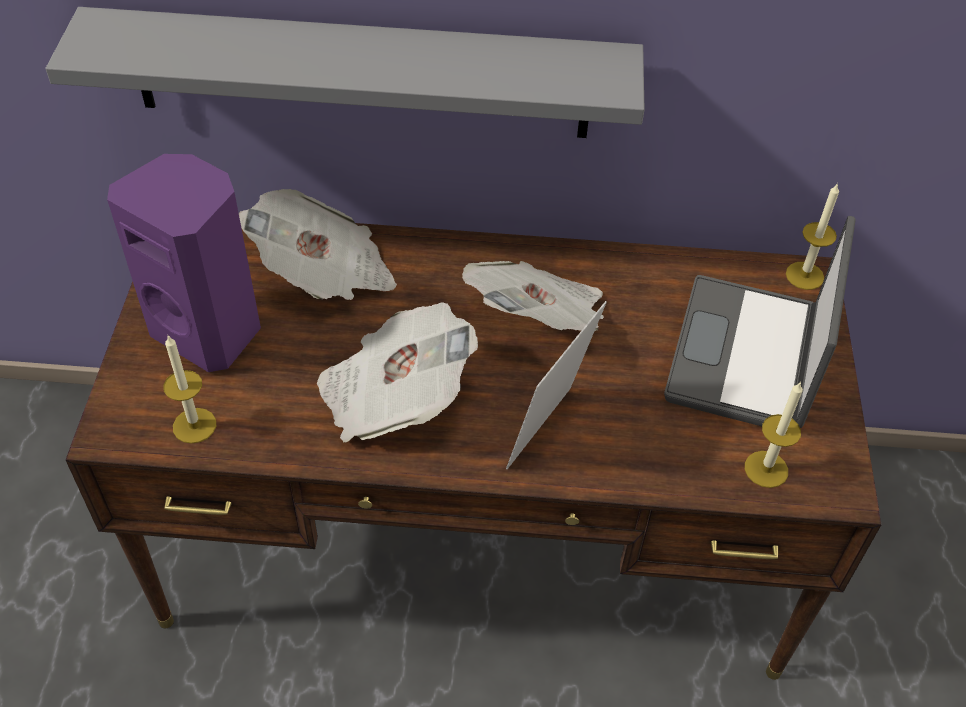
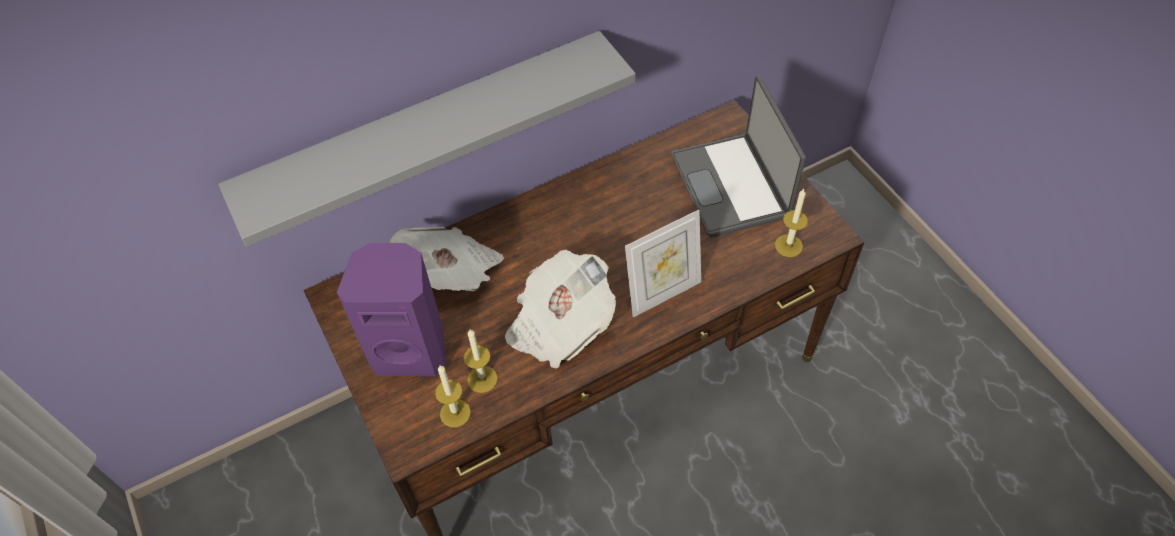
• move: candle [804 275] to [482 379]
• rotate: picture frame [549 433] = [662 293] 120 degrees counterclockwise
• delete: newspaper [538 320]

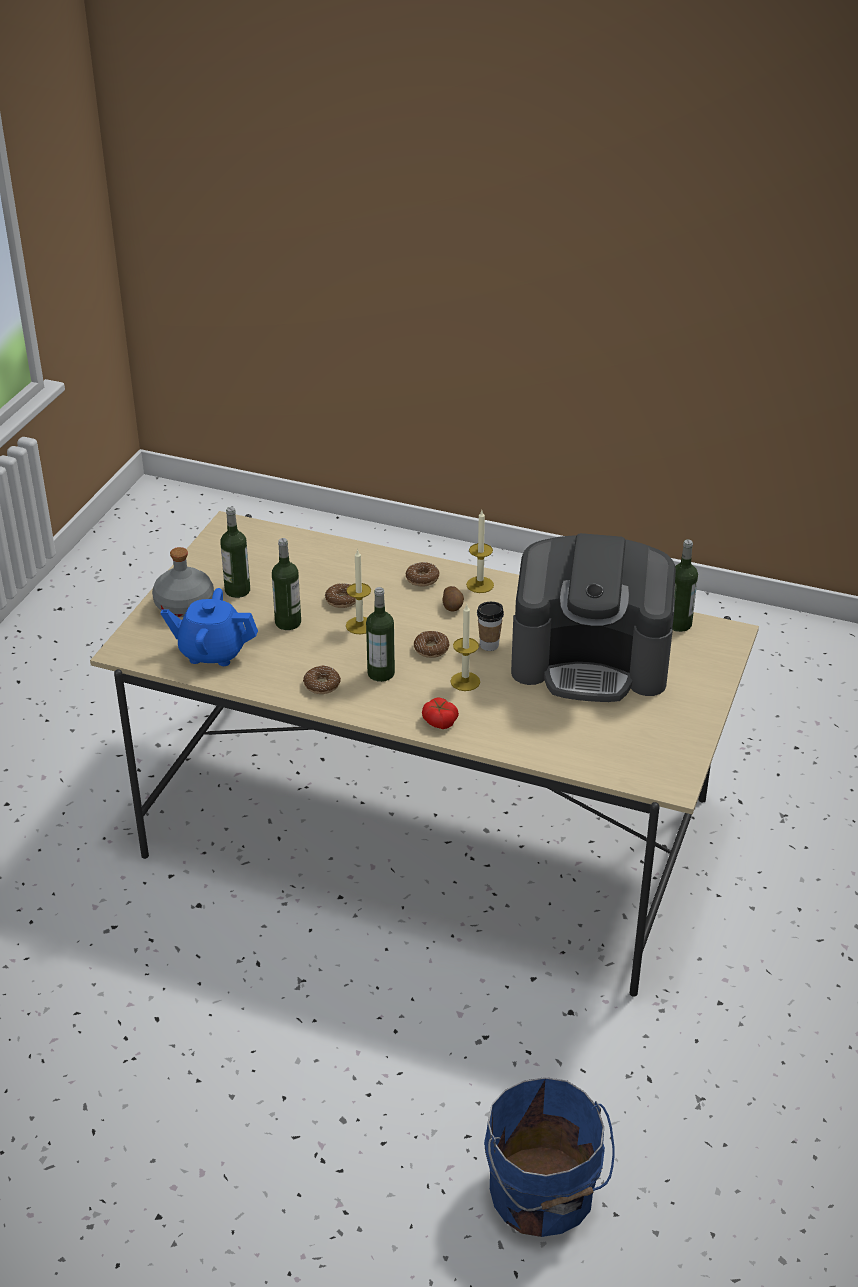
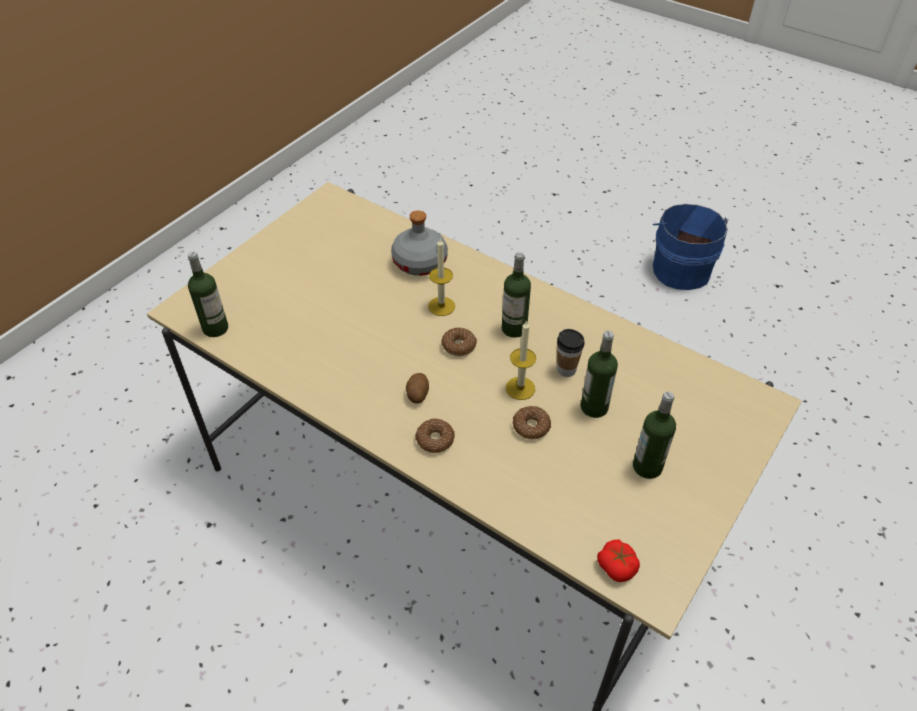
• move: bottle (grey) [184 605] to [420 262]
• move: cup [489 645] to [566 370]
• move: tomato [439 721] to [617 566]
• move: bucket (blue) [542 1195] to [680 269]
• delete: teapot (blue) [212 652]
• delete: donut [322 685]
• delete: candle [480 585]
• delete: coffee machine [591 660]

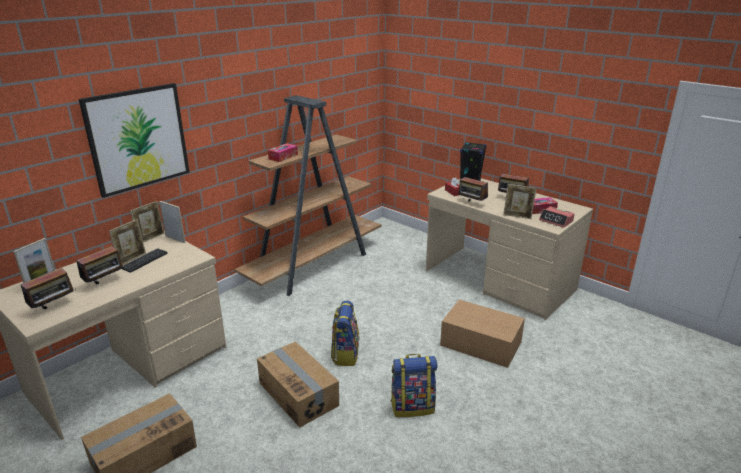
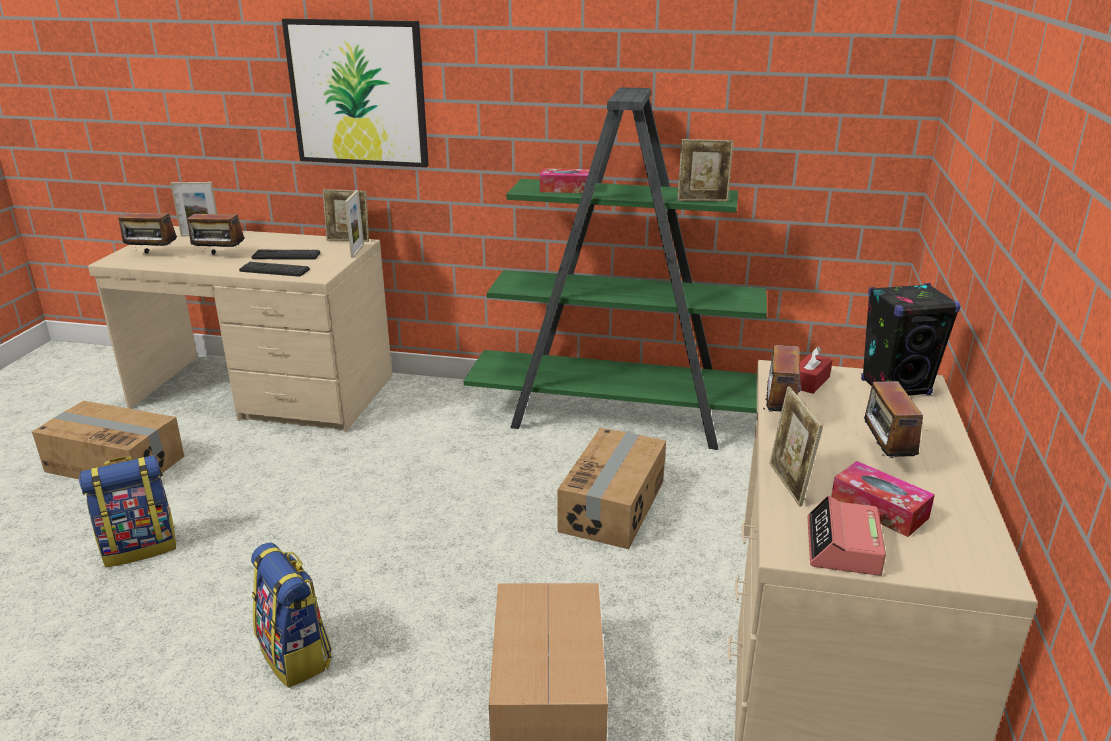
• move: backpack [345 354] to [140 547]
• insert: keyboard [274 270]
• recolor: bookcase (brown) [314 265] to bookcase (green) [622 417]
• move: cardboard box [299 394] to [613 506]
• move: picture frame [132 259] to [702 200]

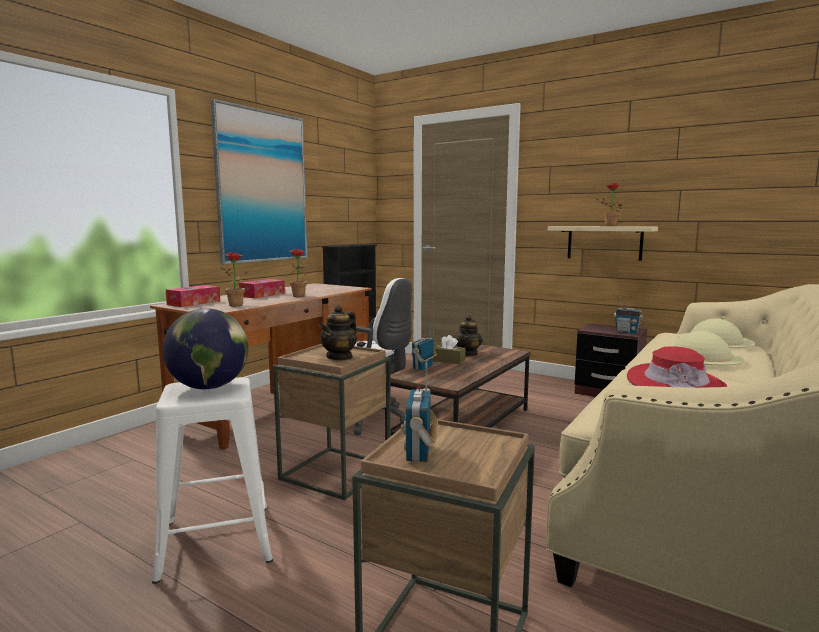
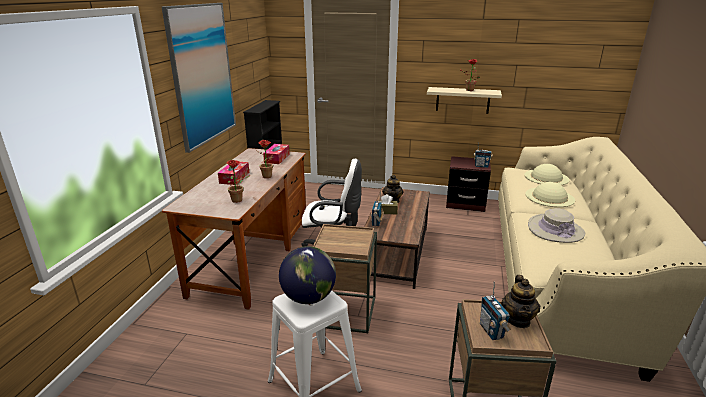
• move: tissue box [194 303] to [277 158]
• move: teapot [339 357] to [518 320]
• recolor: hat (red) [675 383] to hat (beige) [555 230]

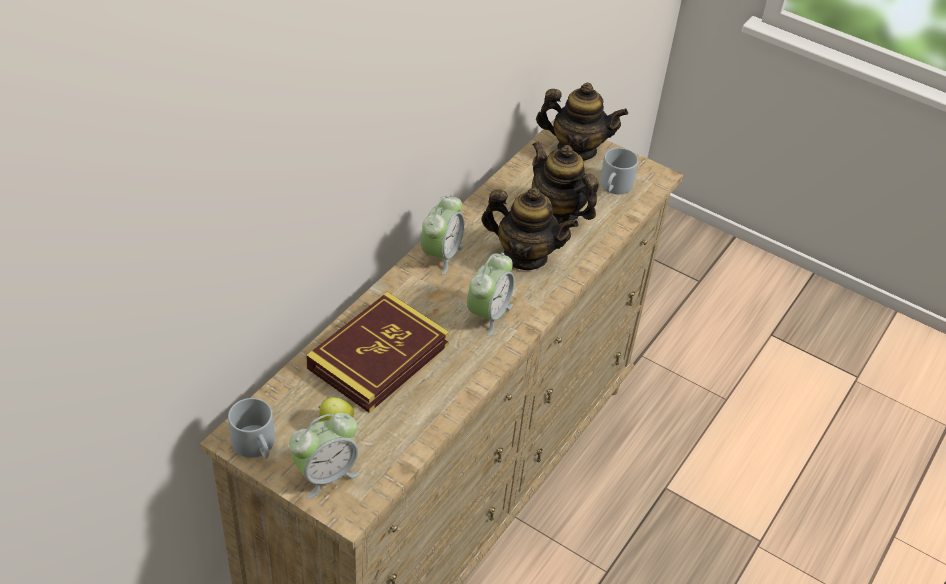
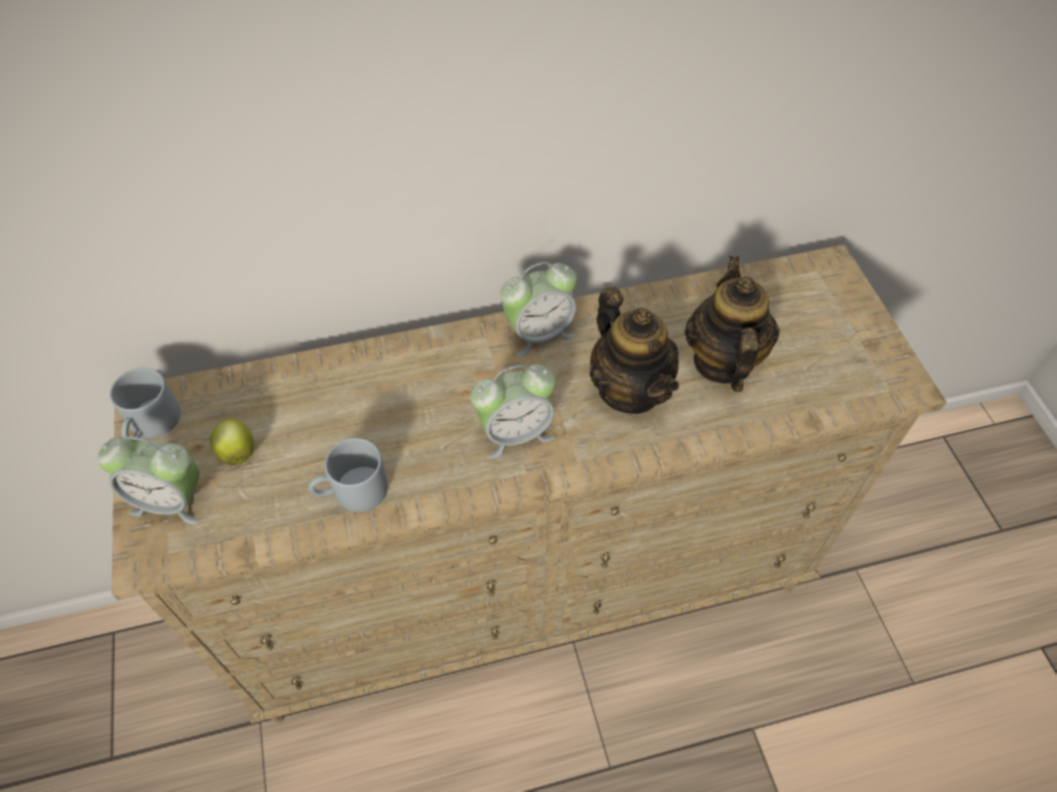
• move: mug (grey) [614 187] to [352 492]
• delete: book [378 356]
• delete: teapot [576 149]

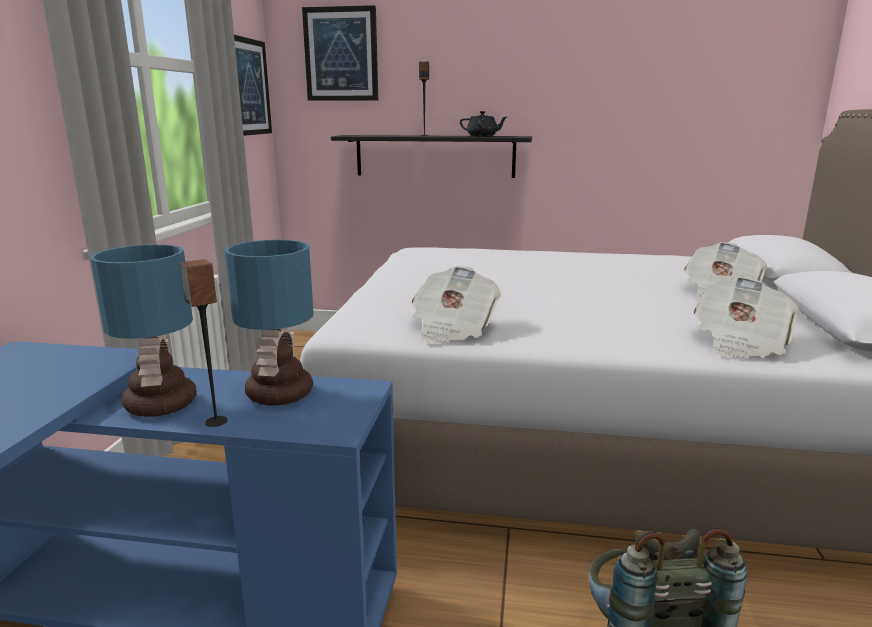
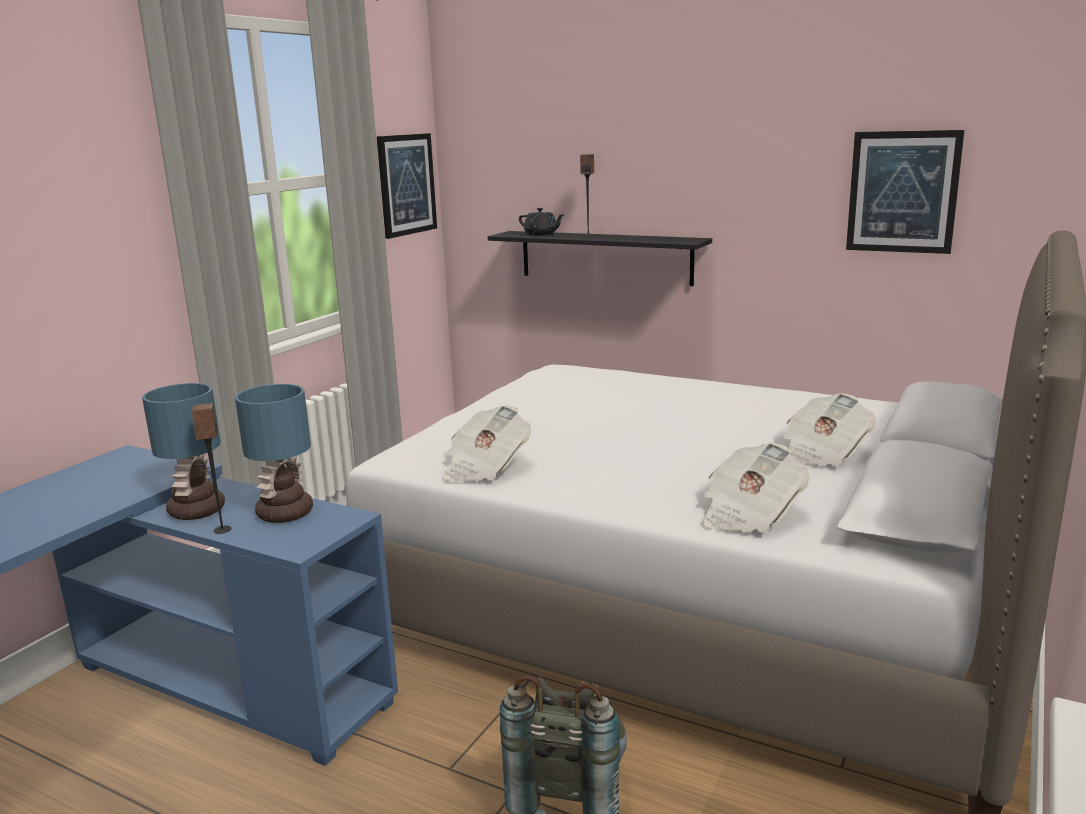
• move: teapot (black) [482 136] to [541 234]
• move: picture [341 54] to [903 192]

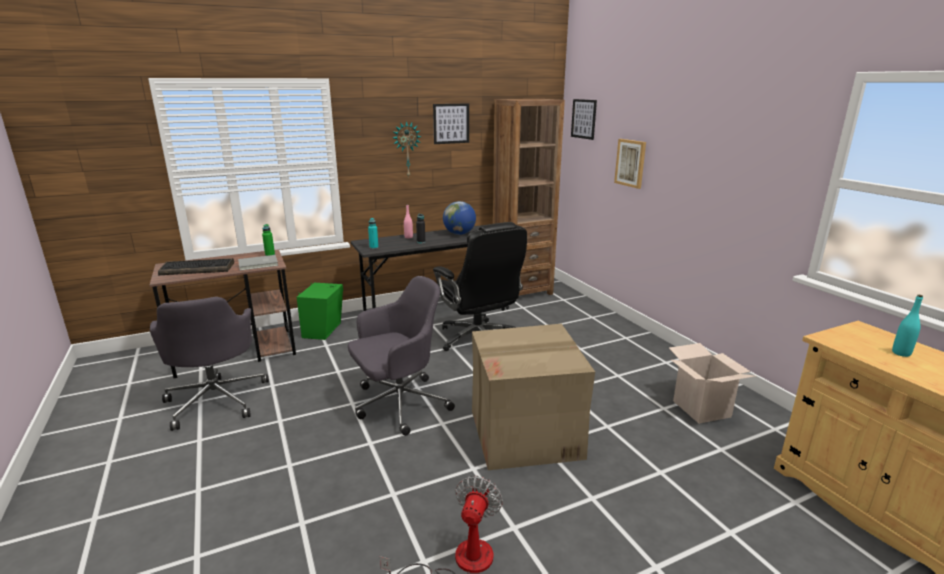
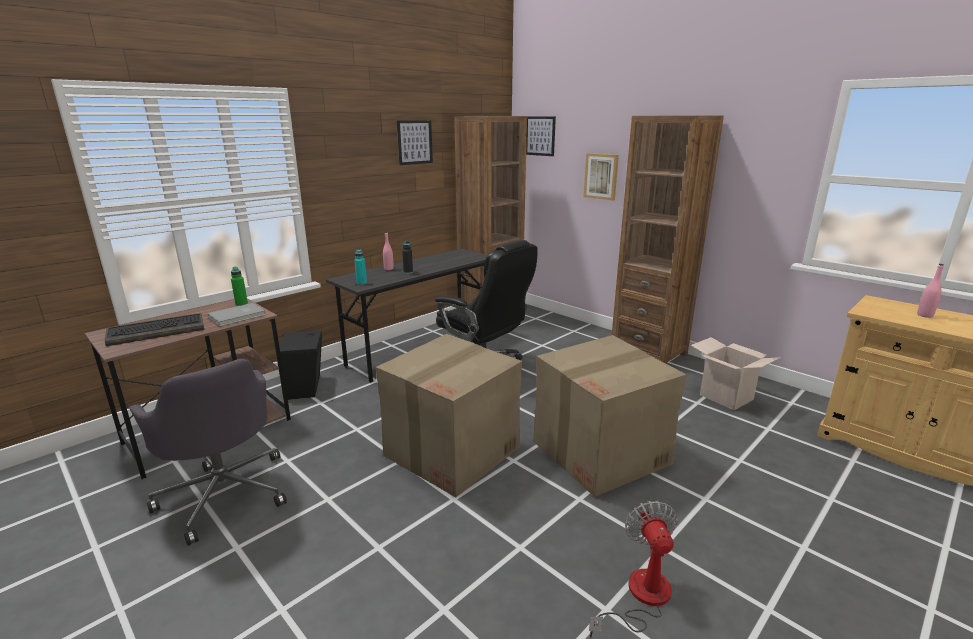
• recolor: speaker (green) [324 330] to speaker (black) [305 386]
• replace: office chair (grey) [399 404] to cardboard box [453 450]
• insert: bookcase (brown) [648 353]
• recolor: bottle (turquoise) [901 353] to bottle (pink) [924 315]
• delete: wall clock [406 149]
• delete: globe [459 234]

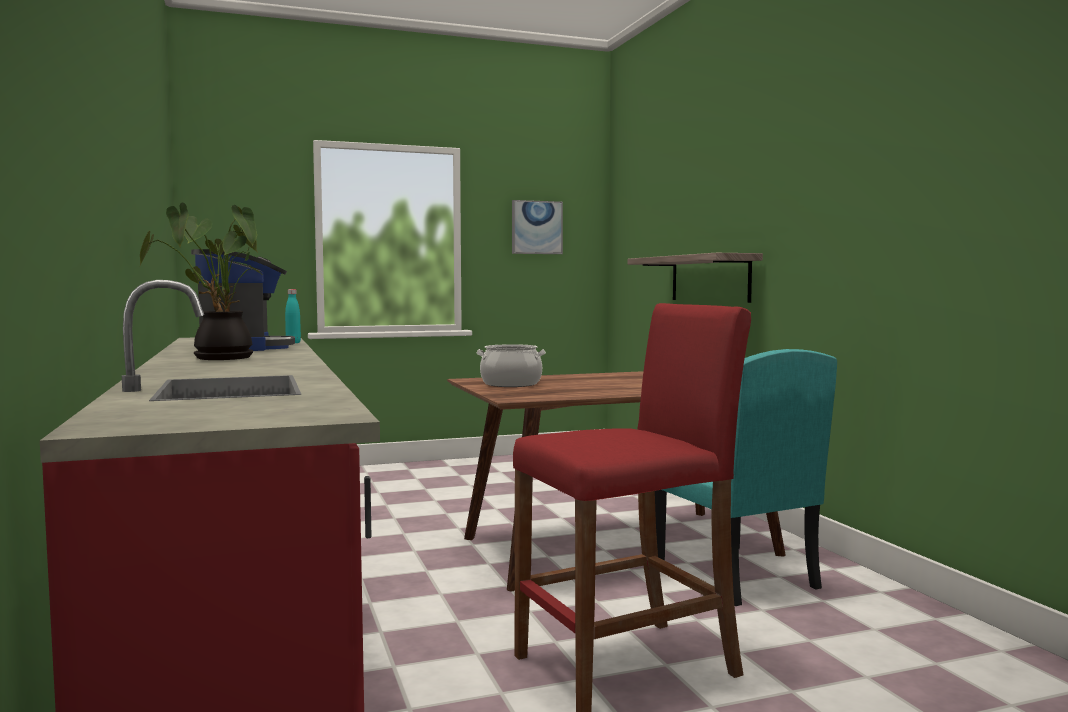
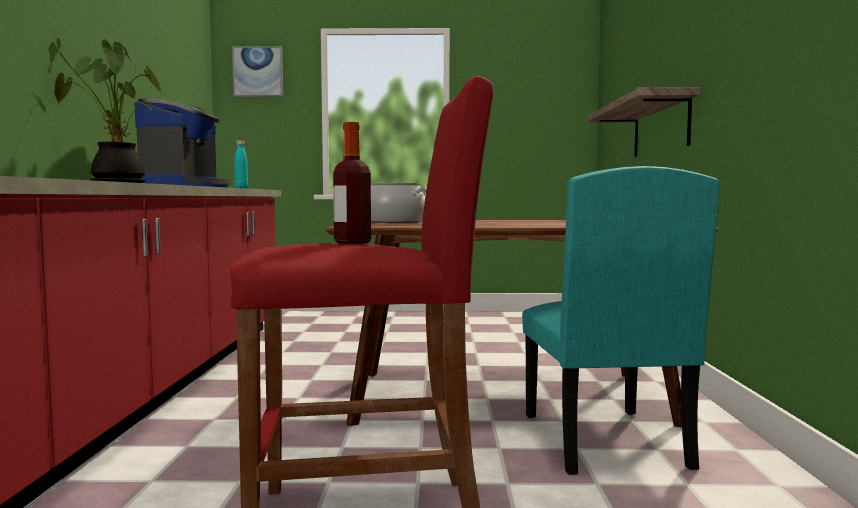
• move: picture [536 227] to [258 72]
• insert: bottle [352 242]

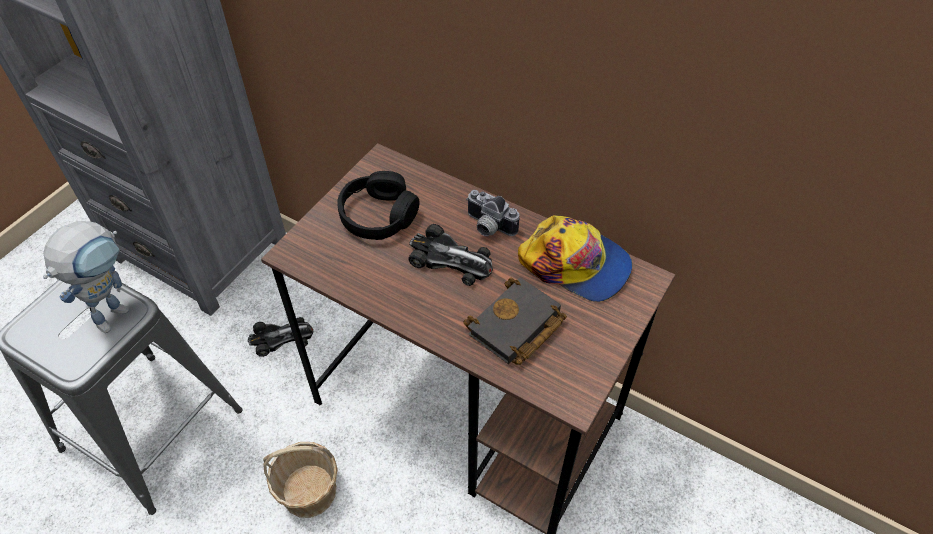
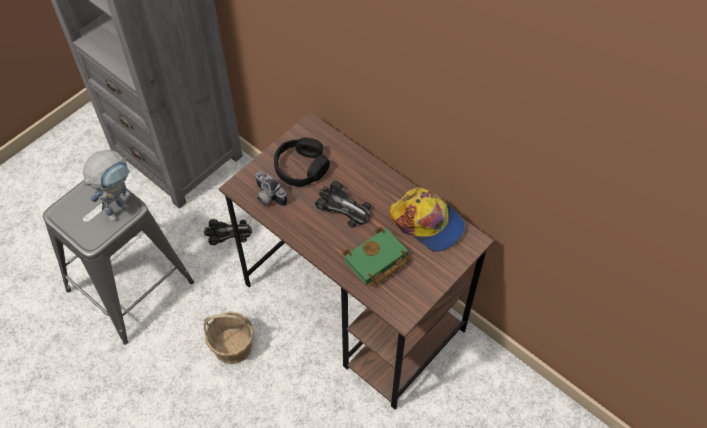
• move: photo camera [488 227] to [267 197]
• recolor: book (black) [515 328] to book (green) [376 261]

